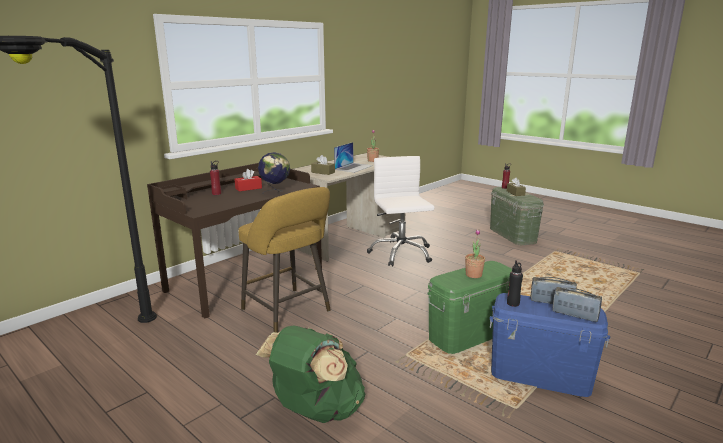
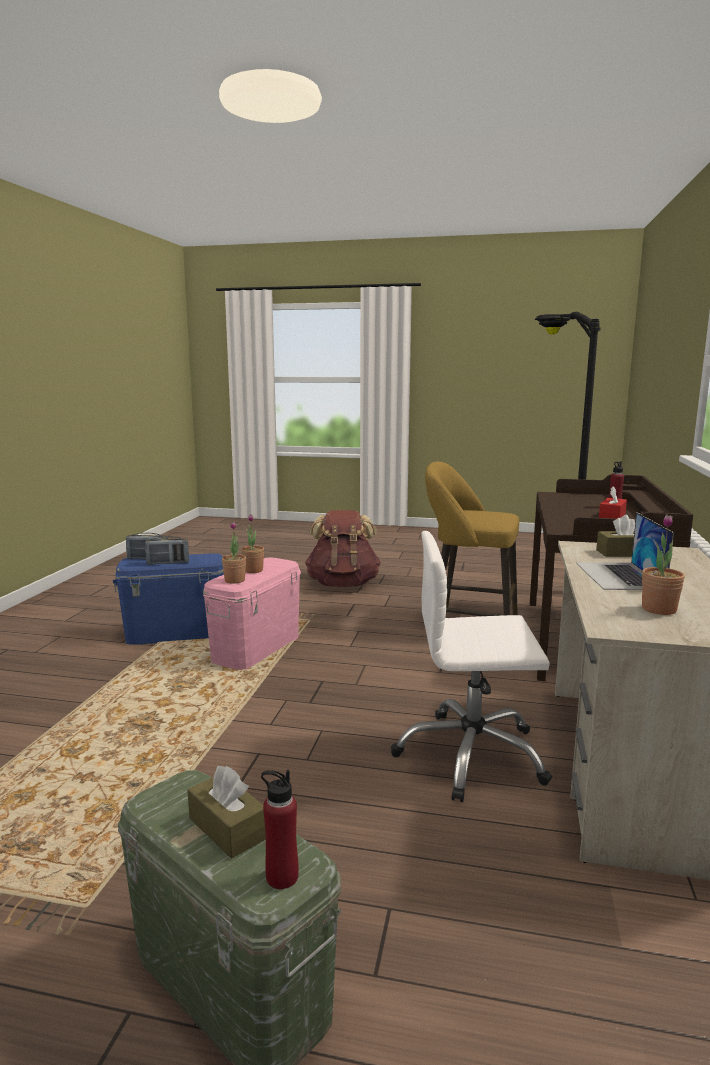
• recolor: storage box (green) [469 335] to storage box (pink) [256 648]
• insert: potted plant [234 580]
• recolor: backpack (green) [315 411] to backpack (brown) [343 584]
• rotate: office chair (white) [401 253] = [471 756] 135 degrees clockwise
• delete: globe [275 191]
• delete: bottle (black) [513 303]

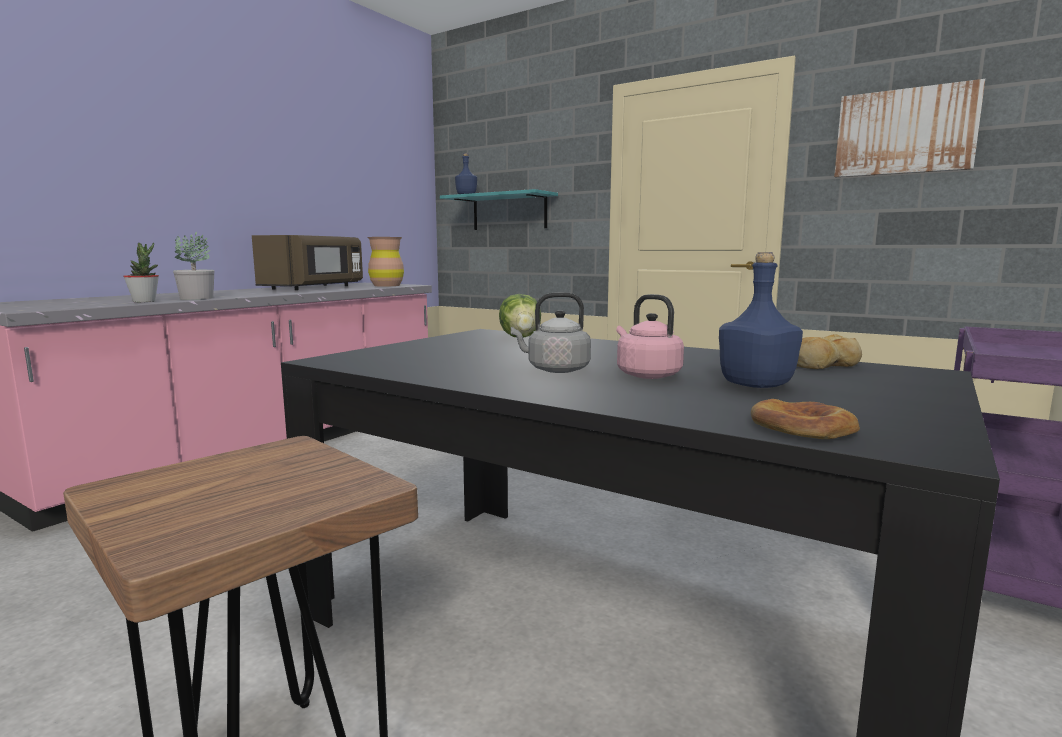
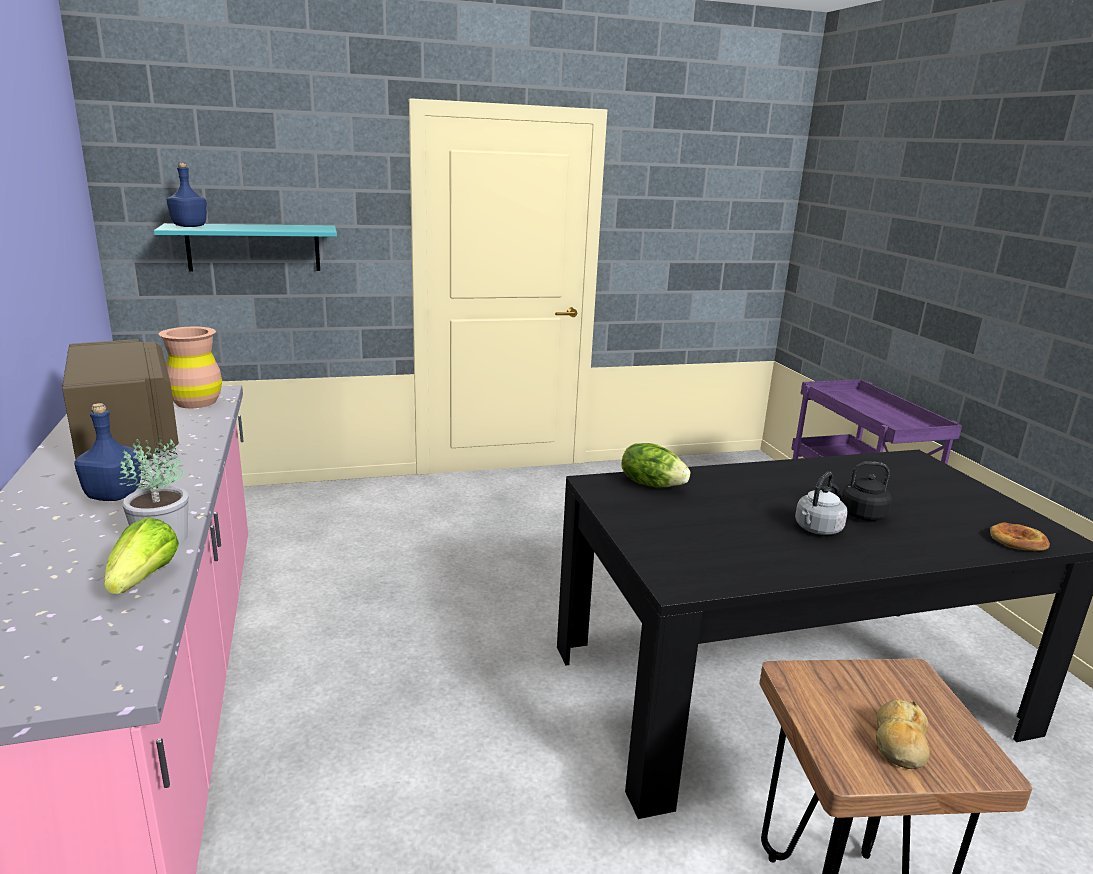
• move: bottle (blue) [756 385] to [114 495]
• replace: potted plant [144 301] to lettuce [144 579]
• recolor: kettle (pink) [646 375] to kettle (black) [859 514]
• move: bread [822 365] to [899 744]
• delete: picture [905 132]

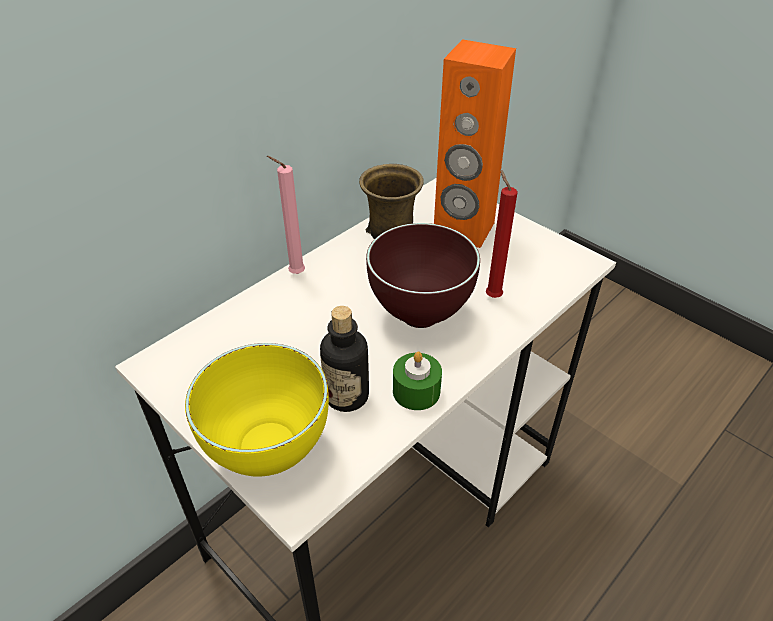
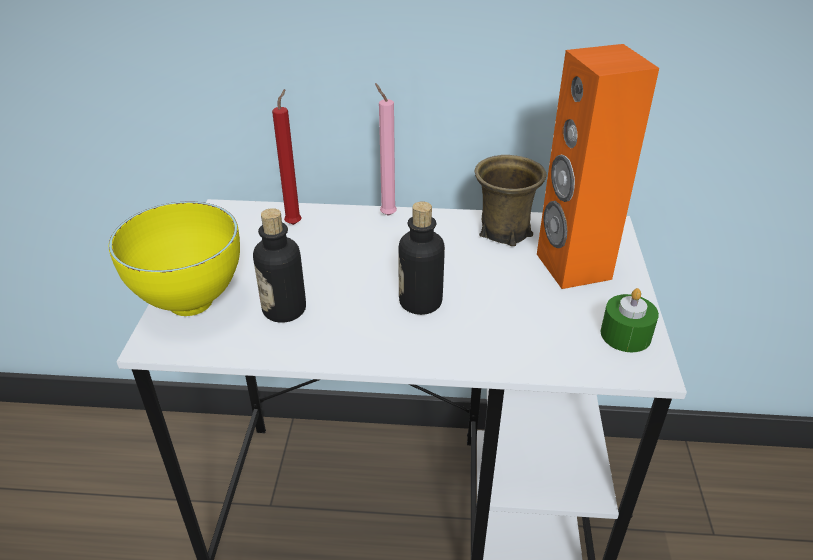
• move: candle (red) [491 295] to [295 223]
• replace: bowl (brown) [422 317] to bottle [420 302]
• move: candle (green) [416 391] to [625 335]

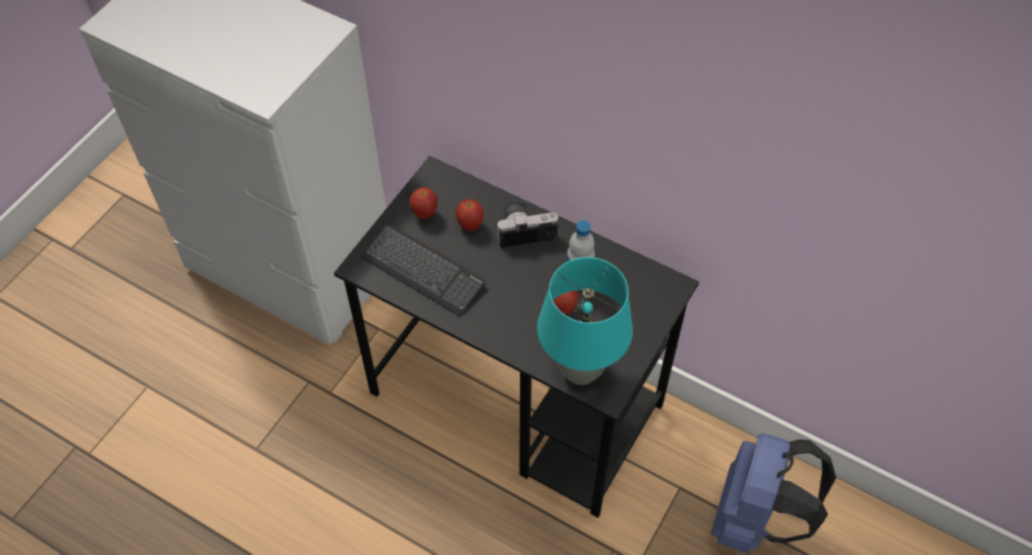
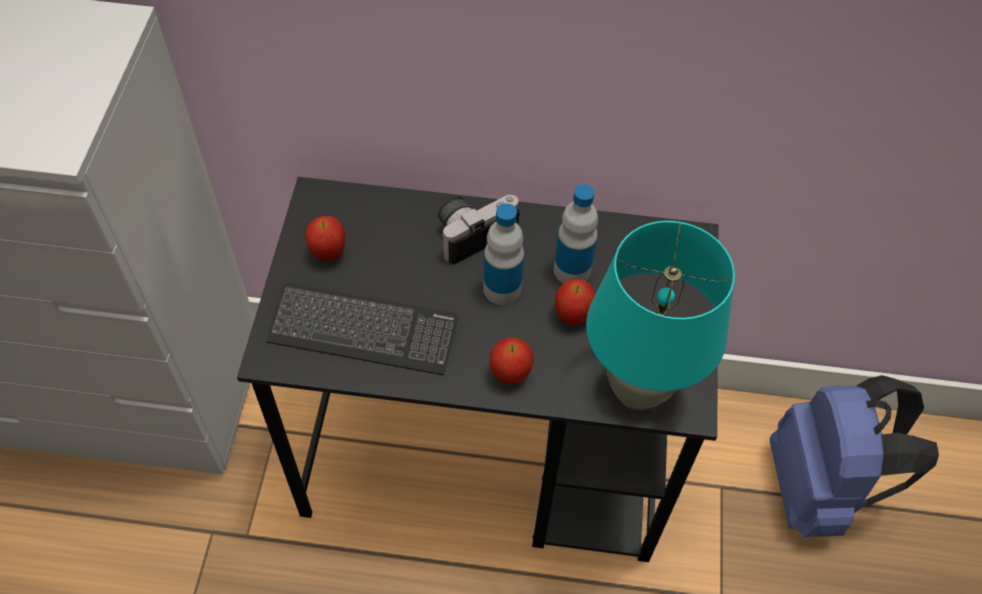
• insert: bottle [502 289]
• move: apple [470 225] to [510 375]

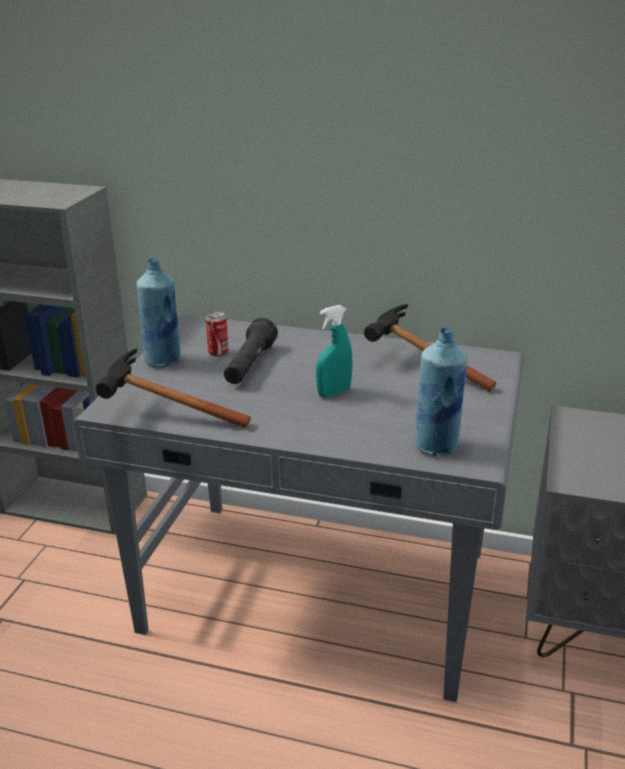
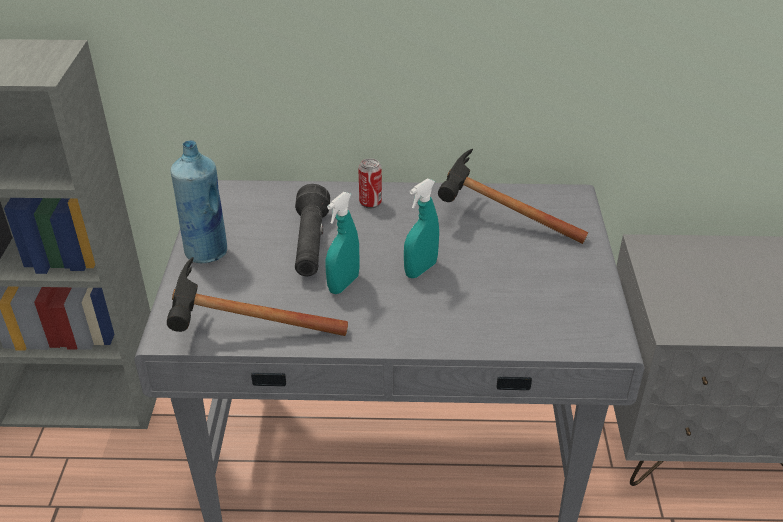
• insert: spray bottle (turquoise) [343 284]
• move: can [218 352] to [370 202]
• delete: bottle (blue) [437 446]

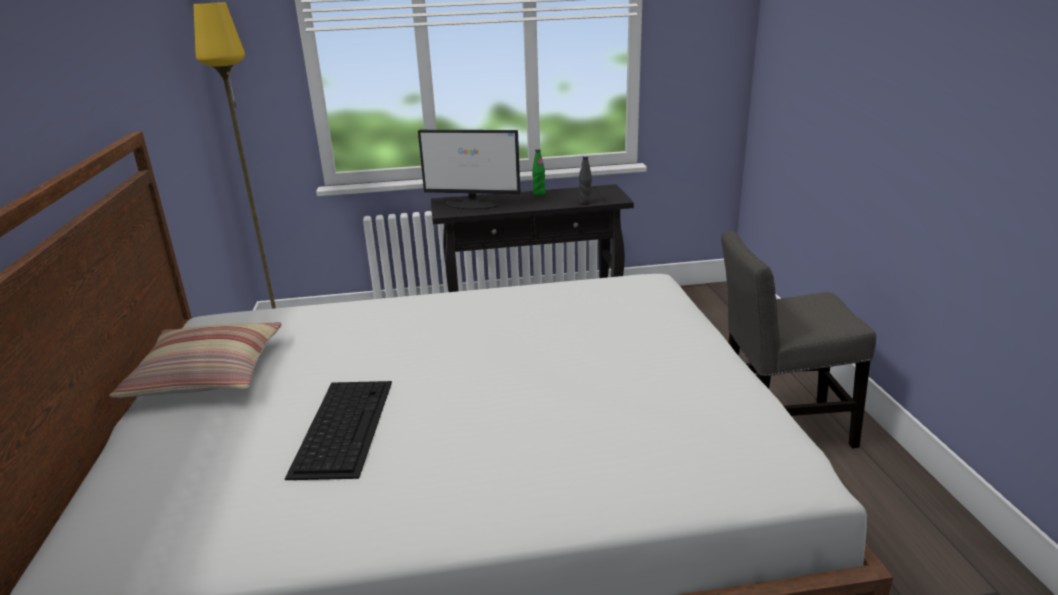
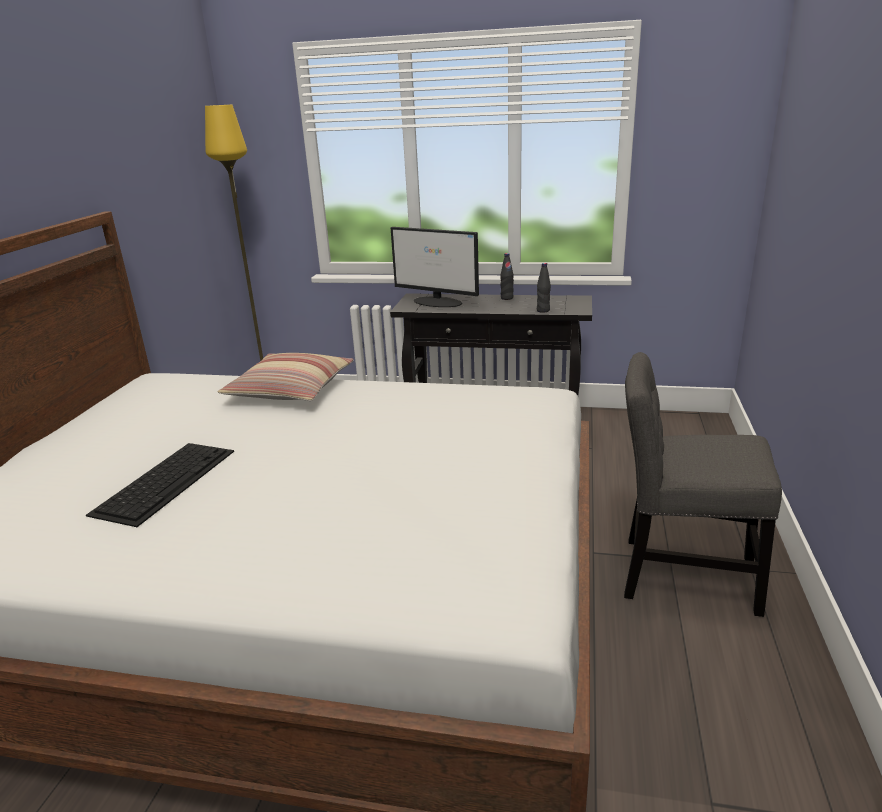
• move: pillow [207 374] to [291 390]
• recolor: bottle (green) [539 194] to bottle (black) [507 298]

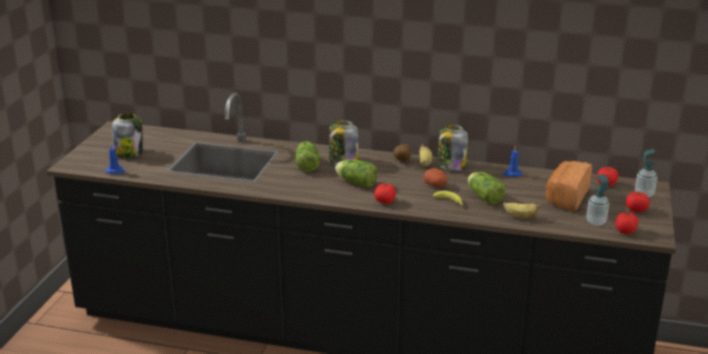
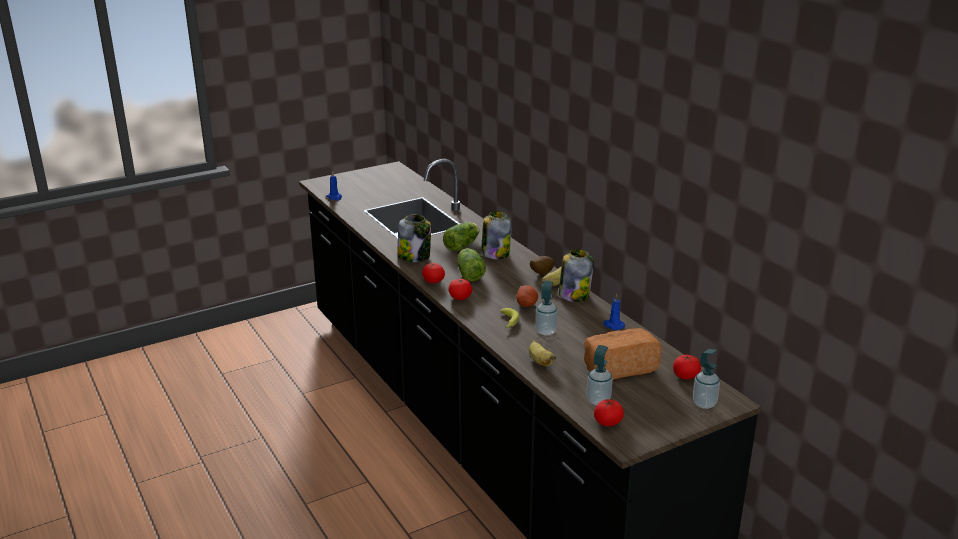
• move: jar [129 153] to [414 256]
• move: tomato [636 210] to [433 281]
• replace: lettuce [483 196] to soap dispenser [545 331]

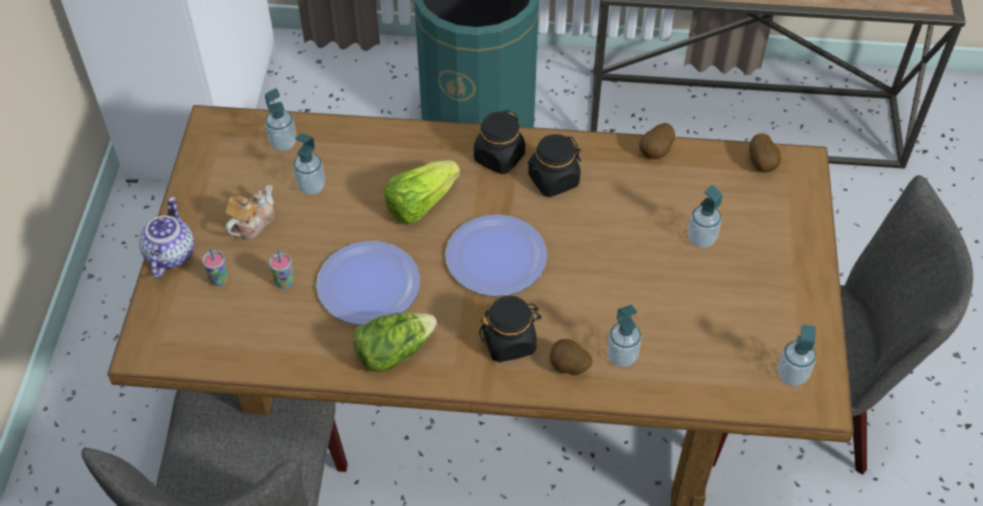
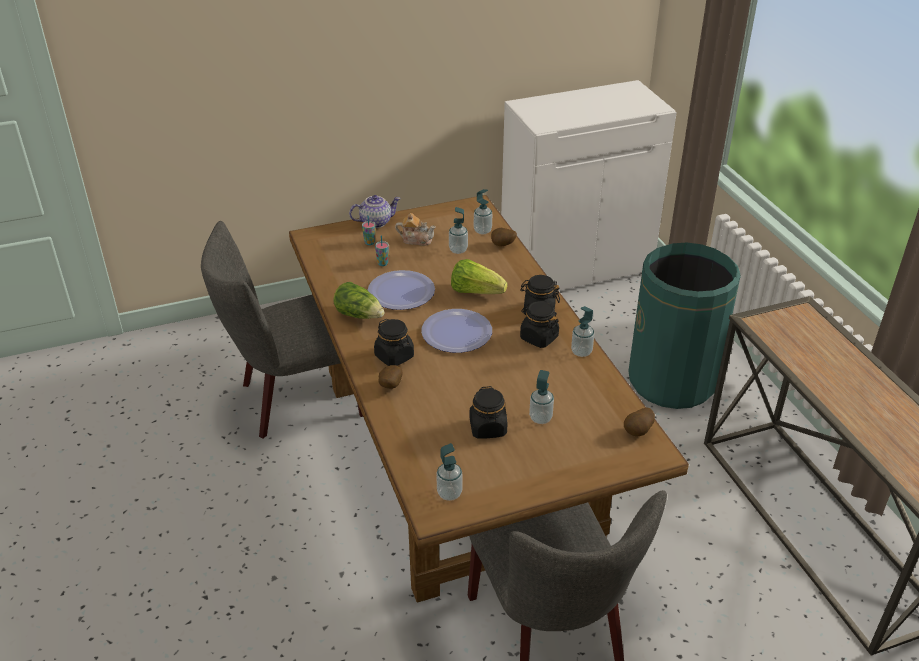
• insert: jar (black) [488 428]
• move: potato [656 152] to [502 246]
• move: soap dispenser [622 356] to [581 352]

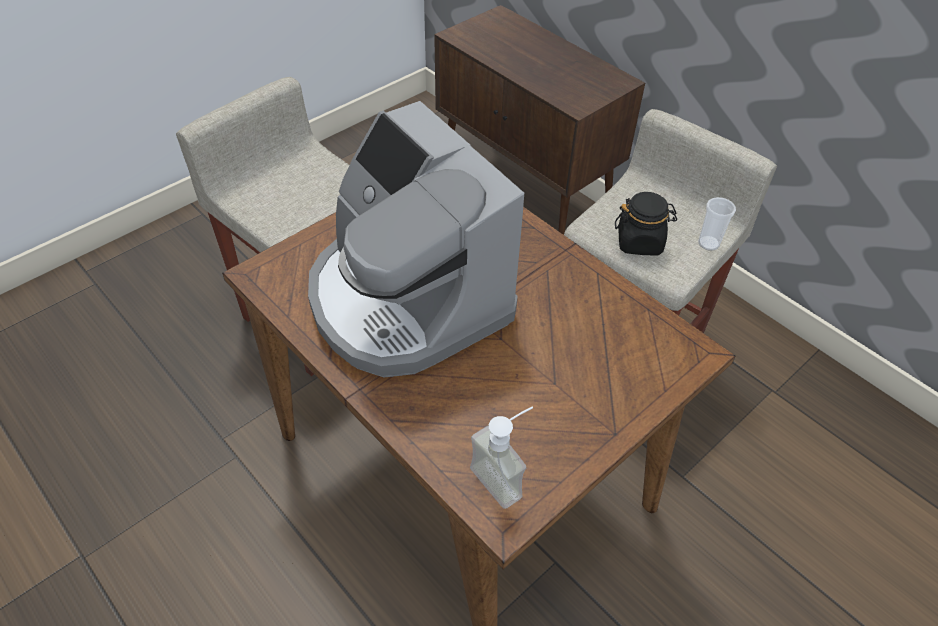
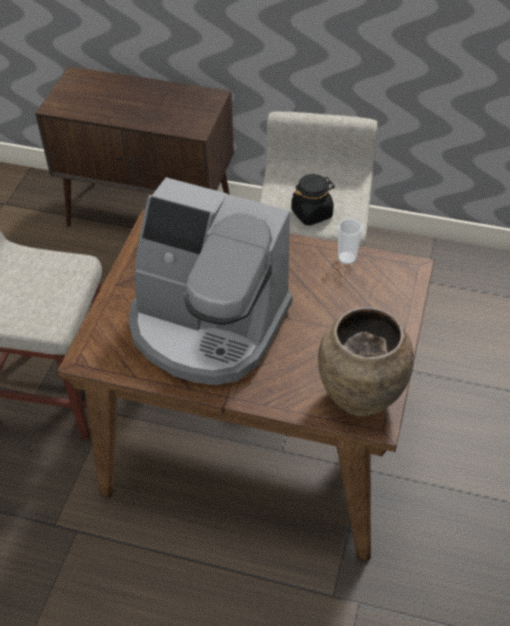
• replace: soap dispenser [505 476] to vase (brown) [359 399]
• move: cup [708 243] to [347 258]

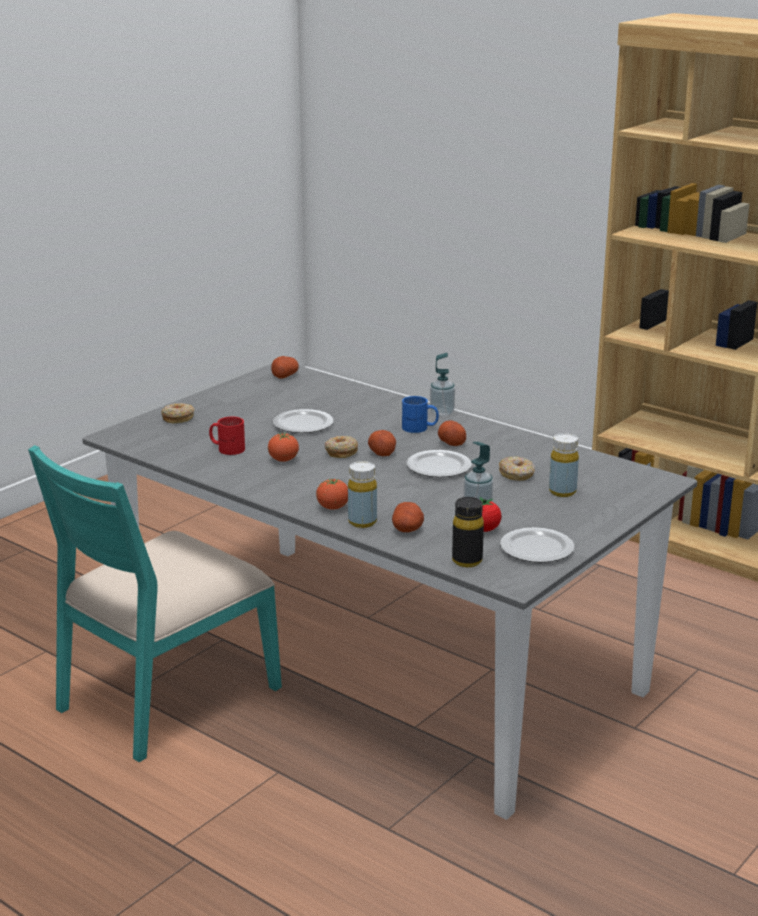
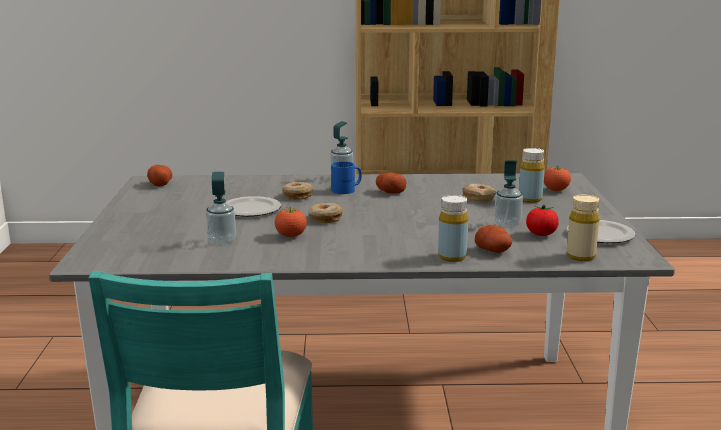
• replace: mug (red) [227 448] to soap dispenser [221 241]
• move: donut [178 418] to [297 196]
• move: tomato [333 508] to [555 190]
• recolor: bottle (black) [467 561] to bottle (beige) [580 256]
• delete: potato [382 452]
• delete: plate [440 466]

